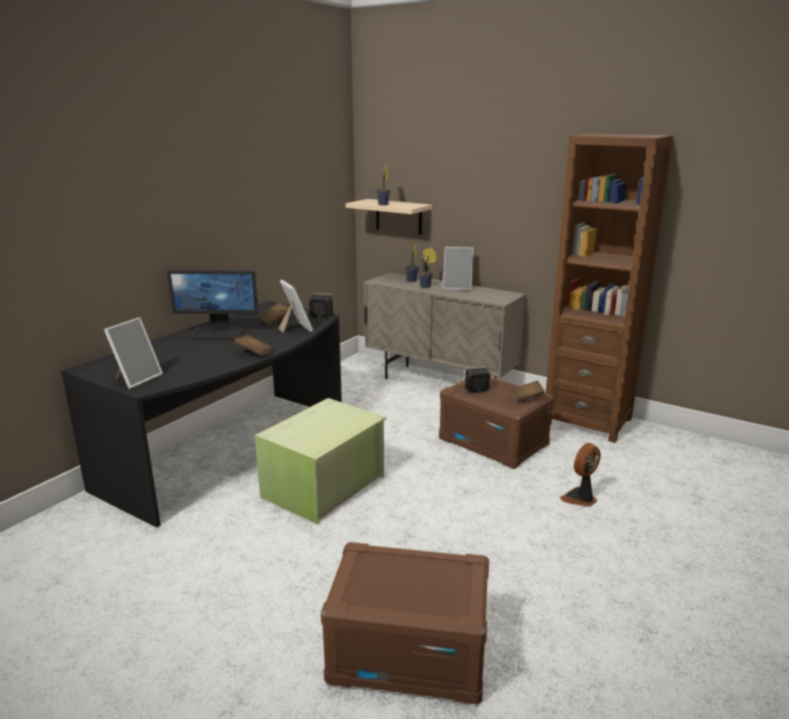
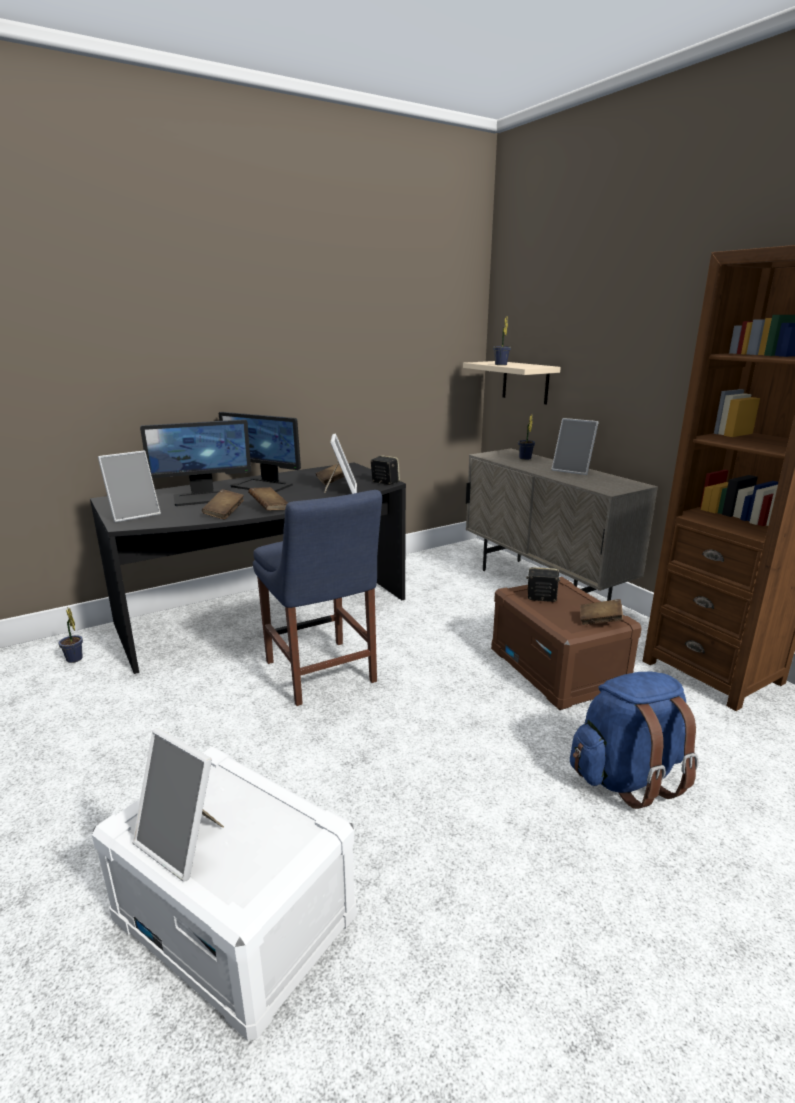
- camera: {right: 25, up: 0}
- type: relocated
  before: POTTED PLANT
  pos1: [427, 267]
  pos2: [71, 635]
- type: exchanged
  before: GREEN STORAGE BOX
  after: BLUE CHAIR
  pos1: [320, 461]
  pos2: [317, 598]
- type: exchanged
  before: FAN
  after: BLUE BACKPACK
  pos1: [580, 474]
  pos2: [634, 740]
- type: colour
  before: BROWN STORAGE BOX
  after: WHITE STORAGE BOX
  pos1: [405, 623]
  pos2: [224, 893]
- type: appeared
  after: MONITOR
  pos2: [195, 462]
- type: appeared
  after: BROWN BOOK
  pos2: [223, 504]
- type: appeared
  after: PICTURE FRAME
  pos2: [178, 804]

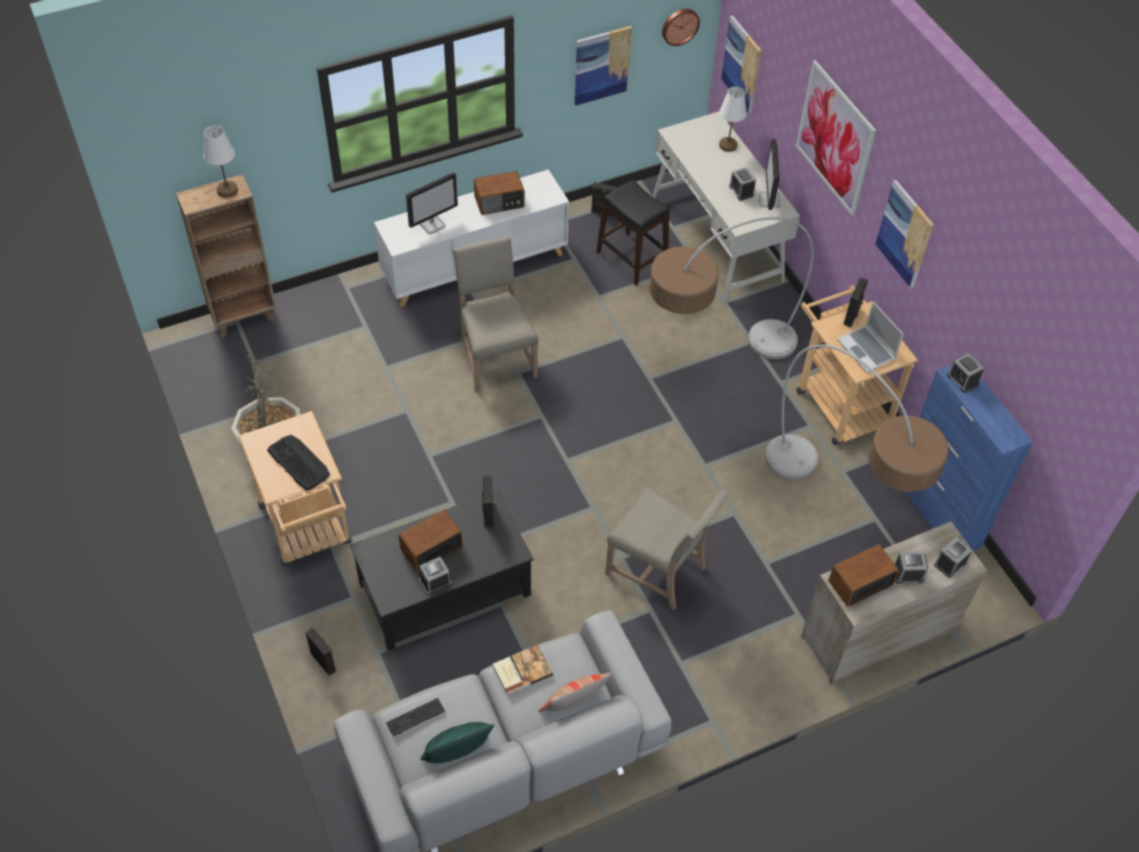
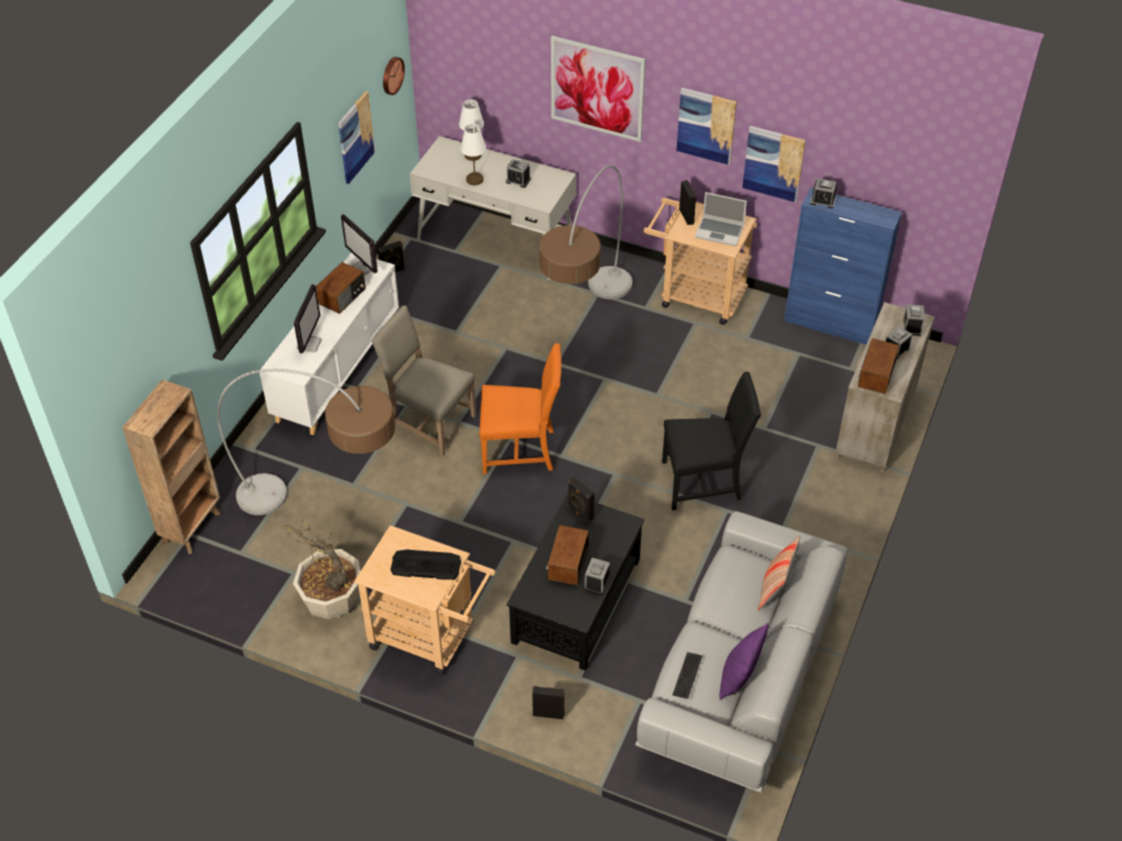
- camera: {right: -40, up: -5}
- type: relocated
  before: PICTURE
  pos1: [741, 64]
  pos2: [774, 164]
- type: relocated
  before: WHITE TABLE LAMP
  pos1: [220, 161]
  pos2: [473, 154]
- type: relocated
  before: MONITOR
  pos1: [770, 174]
  pos2: [359, 245]
- type: missing
  before: BLACK STOOL
  pos1: [633, 233]
- type: relocated
  before: FLOOR LAMP
  pos1: [857, 418]
  pos2: [306, 442]
- type: colour
  before: BEIGE CHAIR
  after: BLACK CHAIR
  pos1: [667, 548]
  pos2: [711, 441]
- type: missing
  before: BOOK
  pos1: [523, 670]
- type: colour
  before: GREEN PILLOW
  after: PURPLE PILLOW
  pos1: [457, 742]
  pos2: [744, 661]
- type: appeared
  after: ORANGE CHAIR
  pos2: [520, 408]

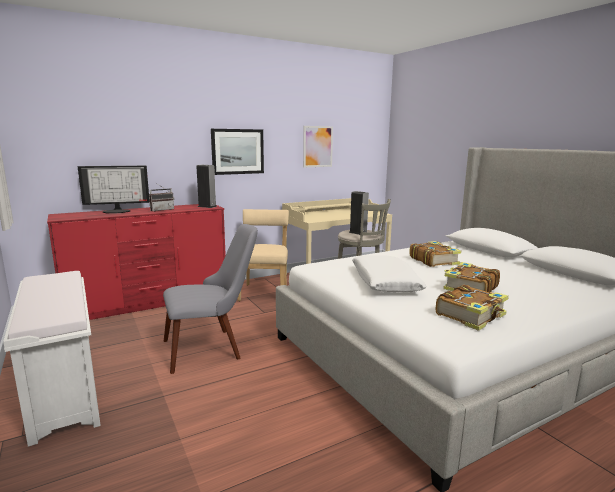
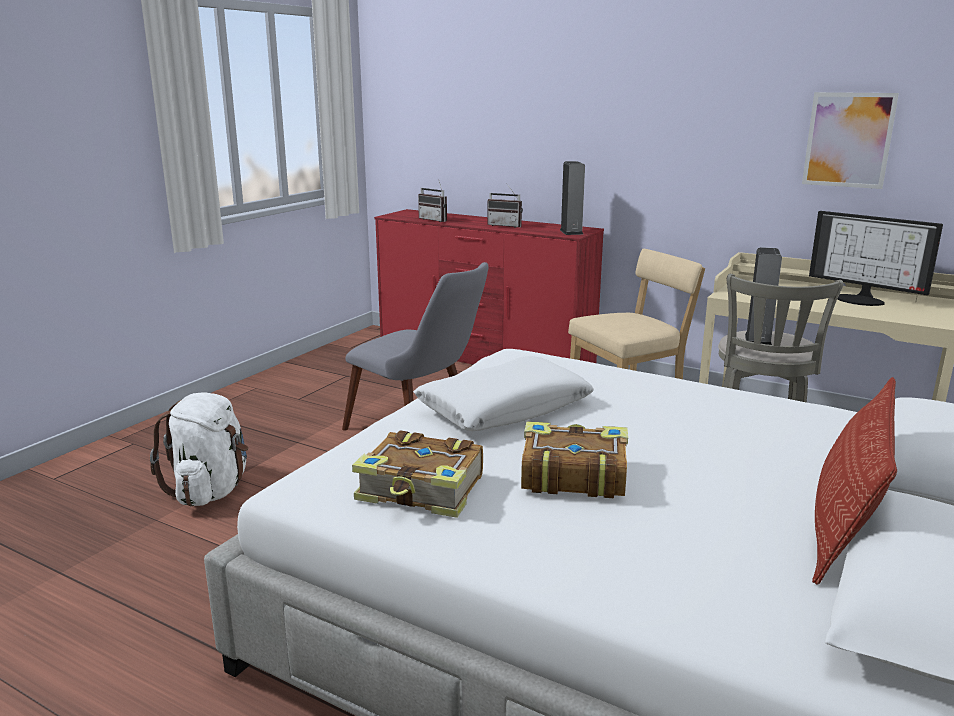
- camera: {right: 60, up: 5}
- type: missing
  before: PICTURE
  pos1: [237, 152]
- type: relocated
  before: MONITOR
  pos1: [114, 190]
  pos2: [876, 258]
- type: missing
  before: BOOK
  pos1: [435, 254]
- type: missing
  before: WHITE BENCH
  pos1: [52, 359]
- type: appeared
  after: RADIO
  pos2: [432, 200]
- type: appeared
  after: PILLOW
  pos2: [854, 481]
- type: appeared
  after: WHITE BACKPACK
  pos2: [199, 449]

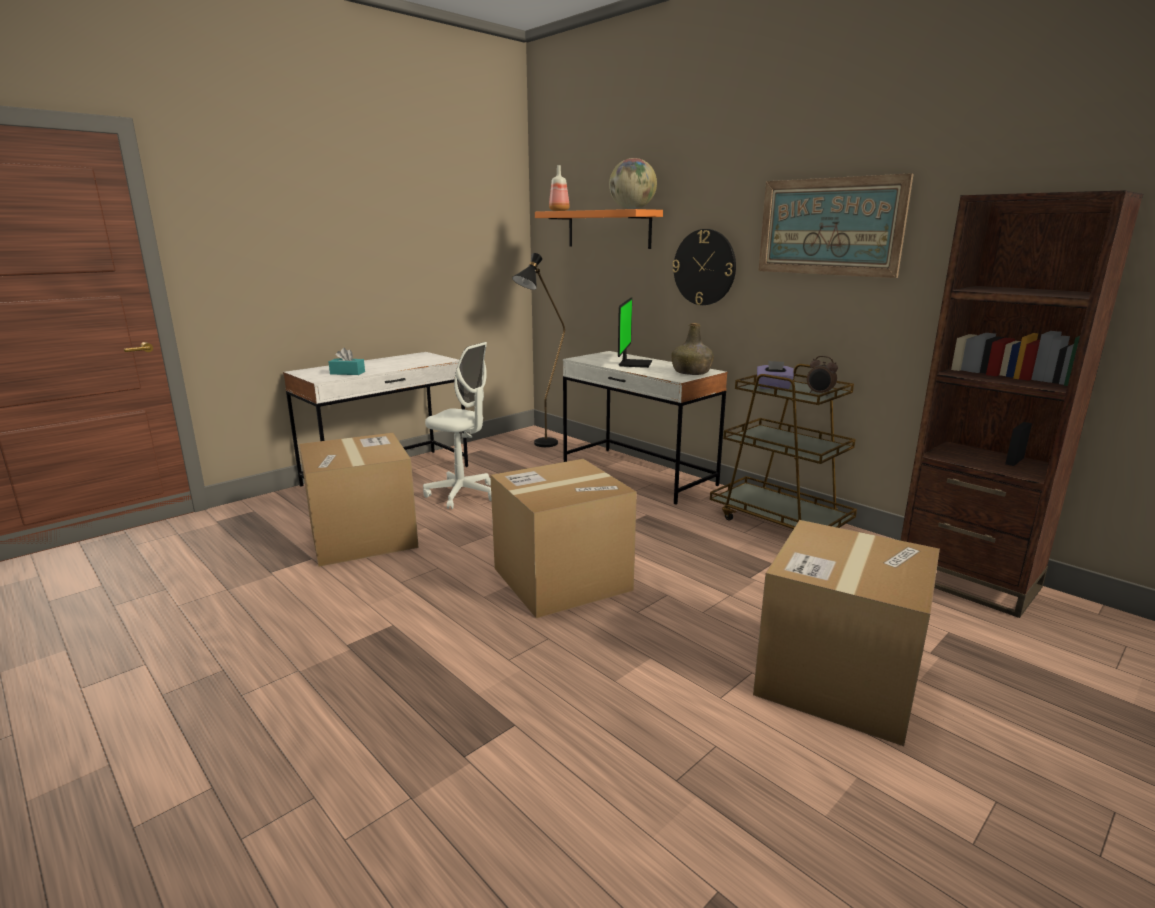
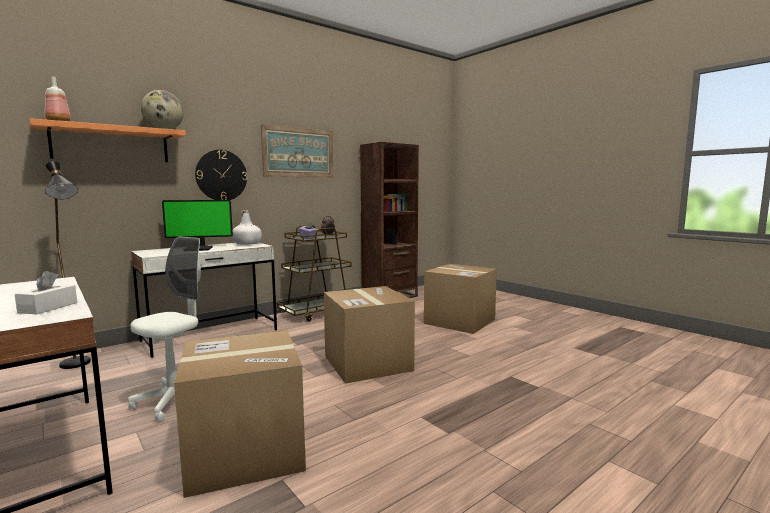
- camera: {right: -85, up: -10}
- type: spun
  before: MONITOR
  pos1: [635, 333]
  pos2: [197, 225]
  turn: 150
- type: colour
  before: GREEN BOTTLE
  after: WHITE BOTTLE
  pos1: [692, 349]
  pos2: [247, 228]
- type: colour
  before: TURQUOISE TISSUE BOX
  after: WHITE TISSUE BOX
  pos1: [347, 361]
  pos2: [46, 292]

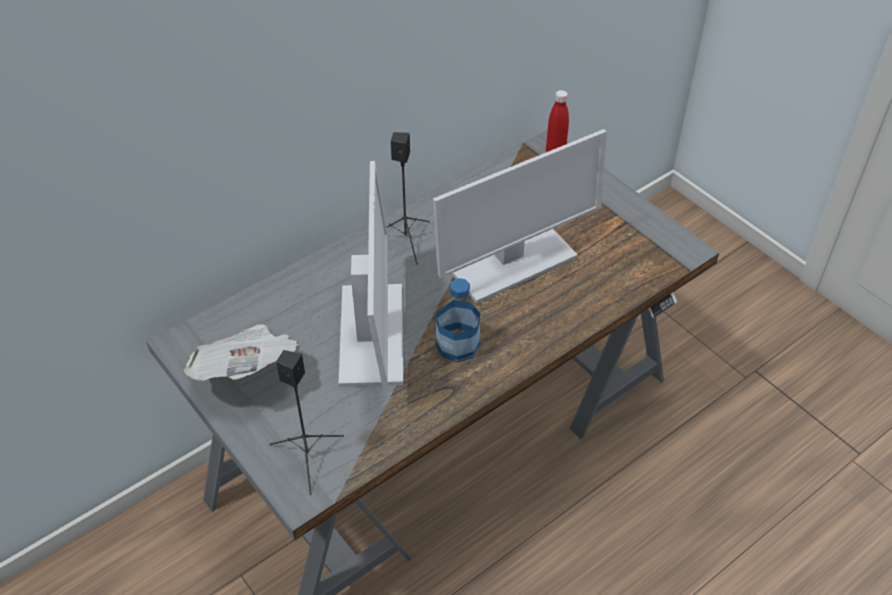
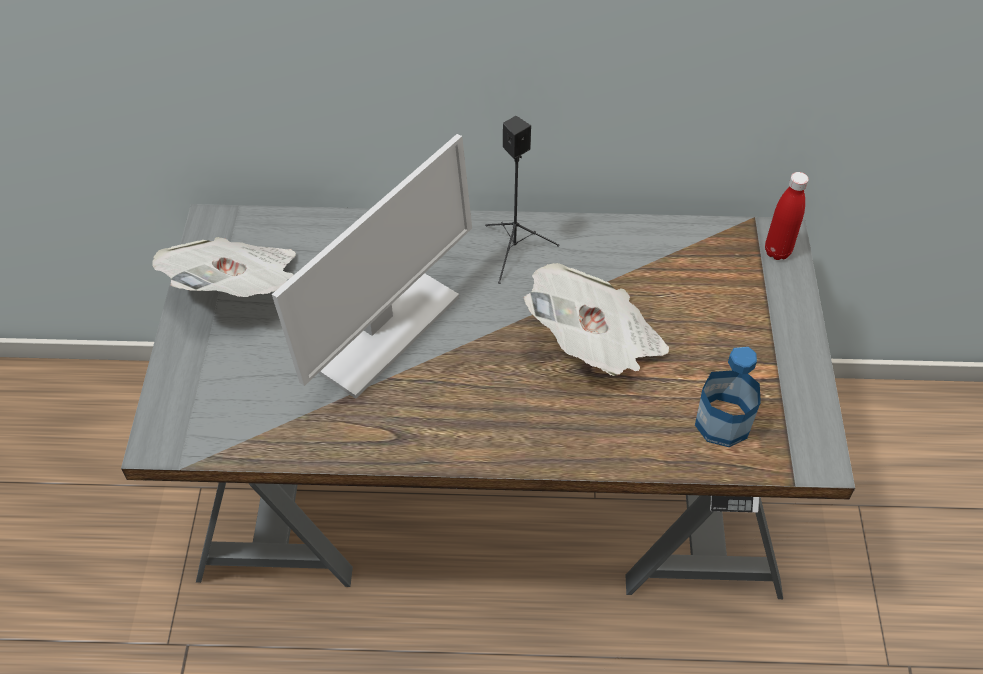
- camera: {right: 40, up: 5}
- type: exchanged
  before: MONITOR
  after: NEWSPAPER
  pos1: [520, 216]
  pos2: [596, 319]
- type: relocated
  before: BOTTLE
  pos1: [458, 320]
  pos2: [728, 397]
- type: missing
  before: BLACK SPEAKER
  pos1: [306, 422]

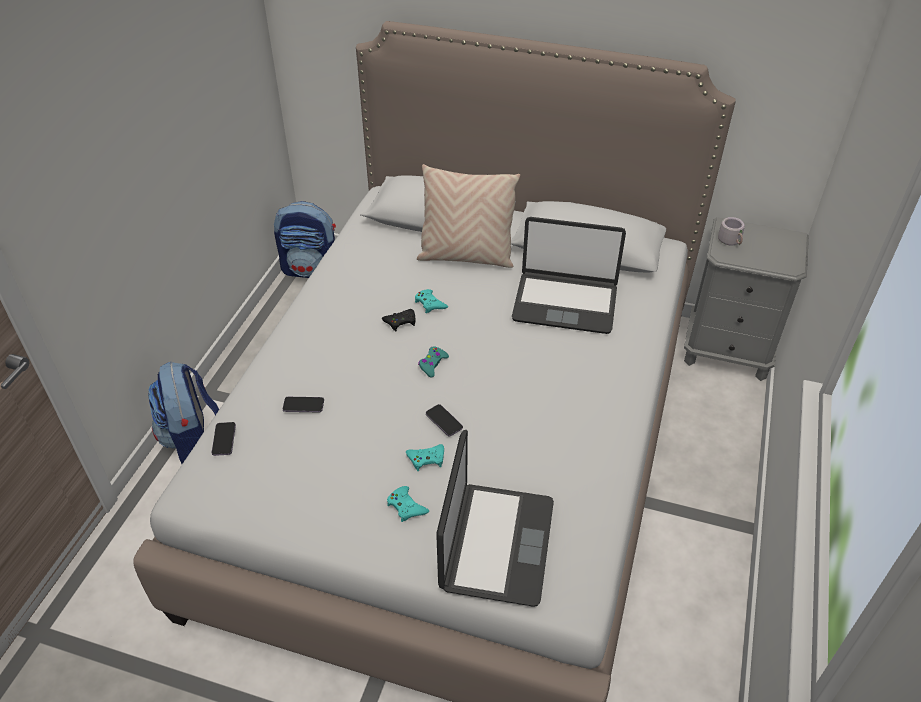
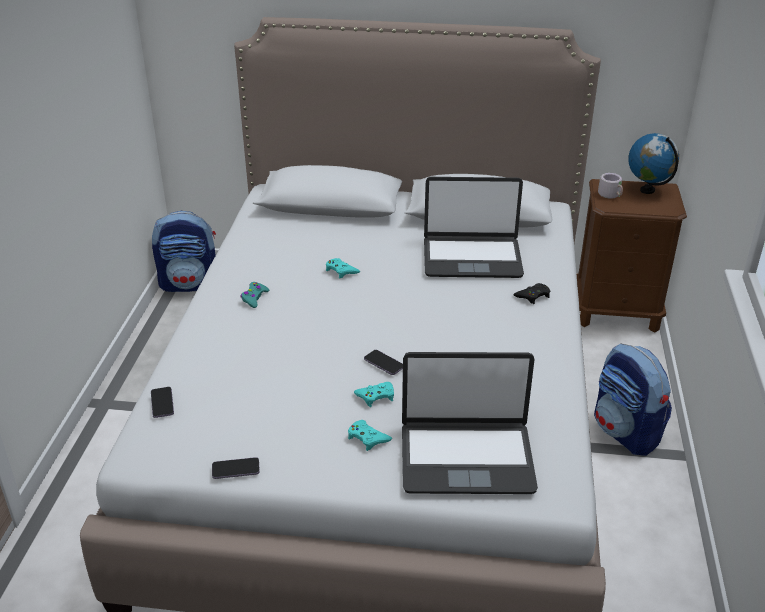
- camera: {right: -10, up: -10}
- type: missing
  before: BEIGE PILLOW
  pos1: [468, 216]
- type: colour
  before: GREY NIGHTSTAND
  after: BROWN NIGHTSTAND
  pos1: [746, 299]
  pos2: [631, 256]
- type: relocated
  before: BLACK GAME CONTROLLER
  pos1: [399, 320]
  pos2: [531, 293]
- type: relocated
  before: TURQUOISE GAME CONTROLLER
  pos1: [433, 362]
  pos2: [255, 295]
- type: relocated
  before: BACKPACK
  pos1: [183, 412]
  pos2: [633, 399]
- type: relocated
  before: PHONE
  pos1: [303, 405]
  pos2: [236, 468]
- type: spun
  before: LAPTOP
  pos1: [495, 518]
  pos2: [470, 423]
  turn: 90
- type: appeared
  after: GLOBE
  pos2: [653, 163]

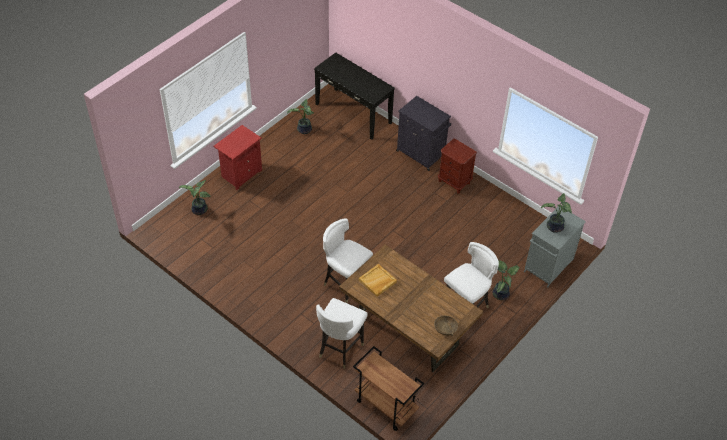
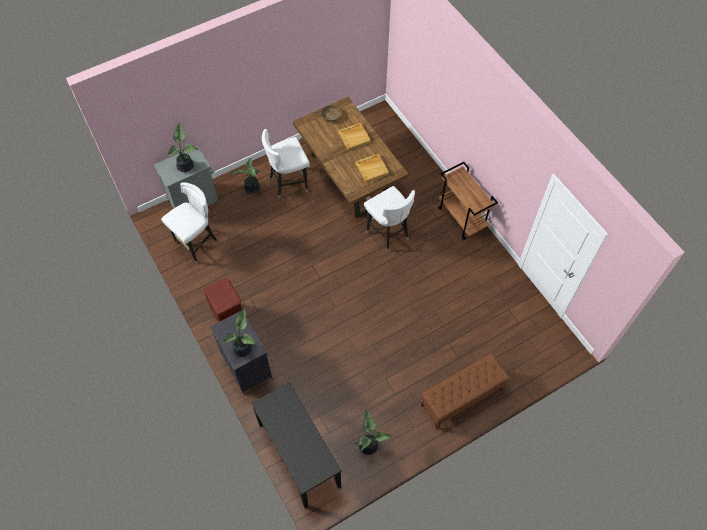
- camera: {right: -160, up: 10}
- type: exchanged
  before: RED NIGHTSTAND
  after: BROWN BENCH
  pos1: [237, 157]
  pos2: [465, 391]
- type: relocated
  before: POTTED PLANT
  pos1: [195, 197]
  pos2: [239, 332]
- type: relocated
  before: WHITE CHAIR
  pos1: [342, 333]
  pos2: [190, 223]
- type: relocated
  before: BROWN CART
  pos1: [388, 388]
  pos2: [468, 201]
- type: appeared
  after: BEIGE TRAY
  pos2: [354, 136]

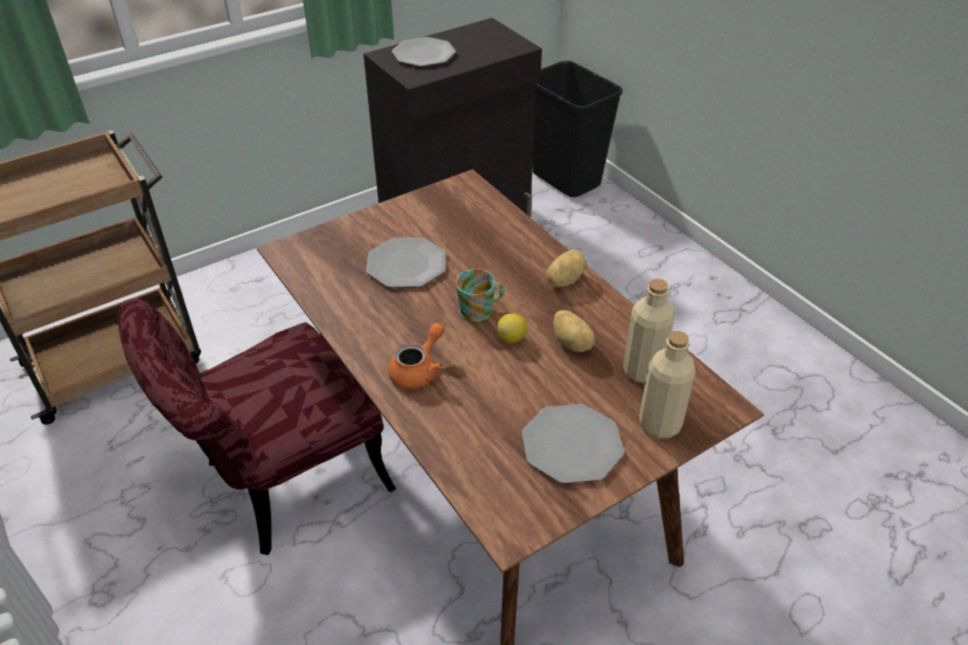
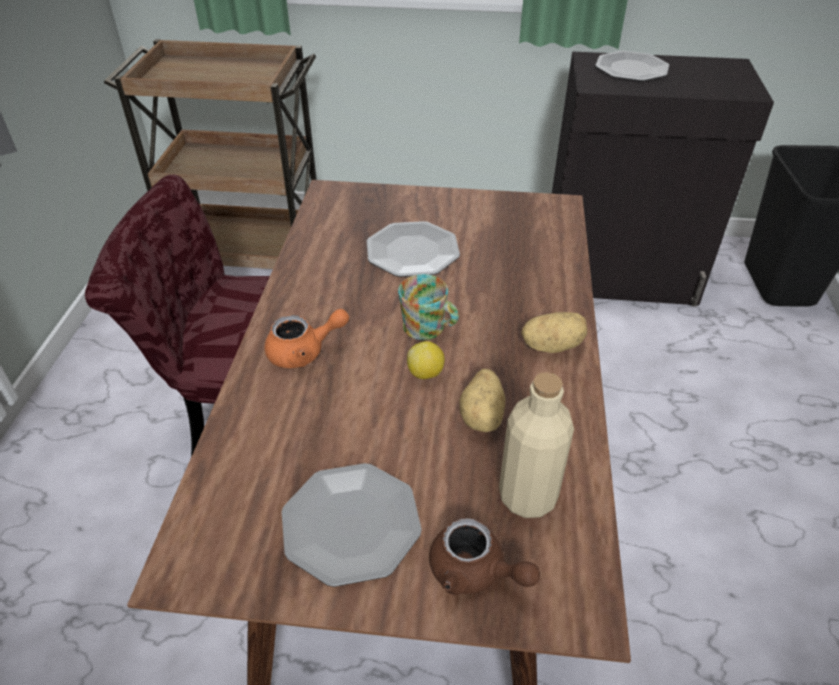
- camera: {right: 40, up: 0}
- type: exchanged
  before: BEIGE BOTTLE
  after: BROWN TEAPOT
  pos1: [667, 384]
  pos2: [484, 556]

